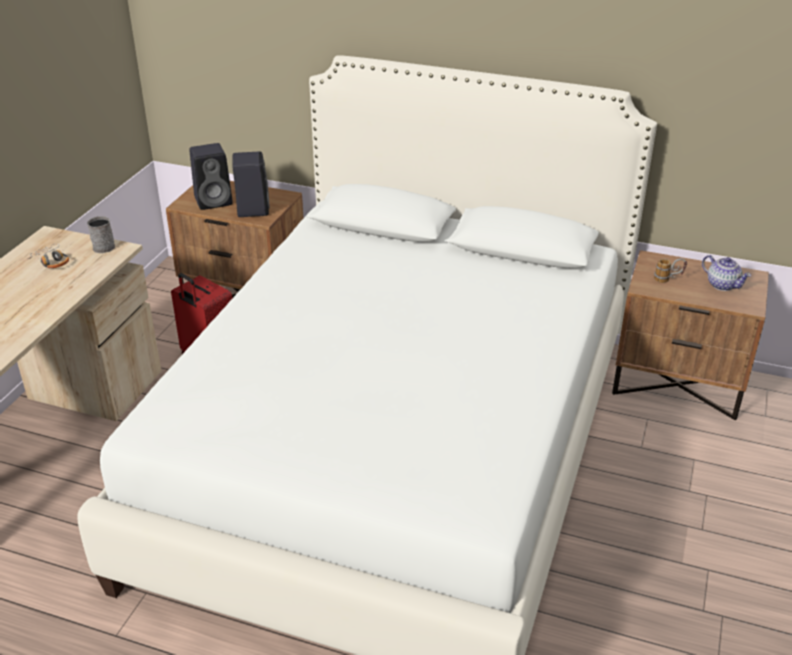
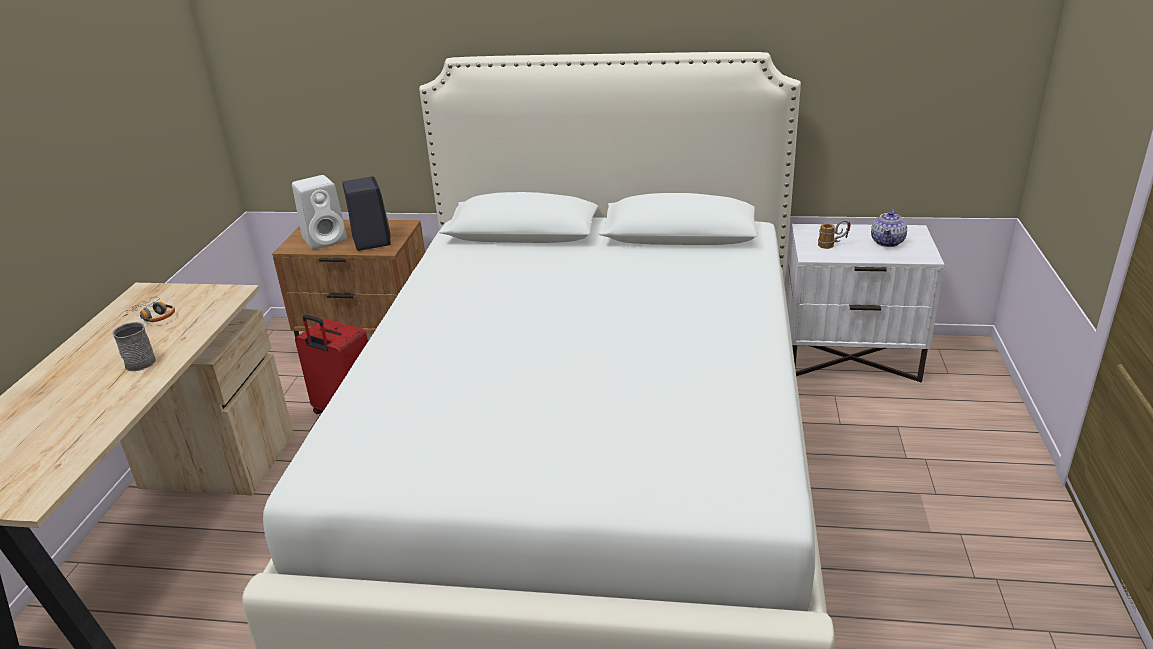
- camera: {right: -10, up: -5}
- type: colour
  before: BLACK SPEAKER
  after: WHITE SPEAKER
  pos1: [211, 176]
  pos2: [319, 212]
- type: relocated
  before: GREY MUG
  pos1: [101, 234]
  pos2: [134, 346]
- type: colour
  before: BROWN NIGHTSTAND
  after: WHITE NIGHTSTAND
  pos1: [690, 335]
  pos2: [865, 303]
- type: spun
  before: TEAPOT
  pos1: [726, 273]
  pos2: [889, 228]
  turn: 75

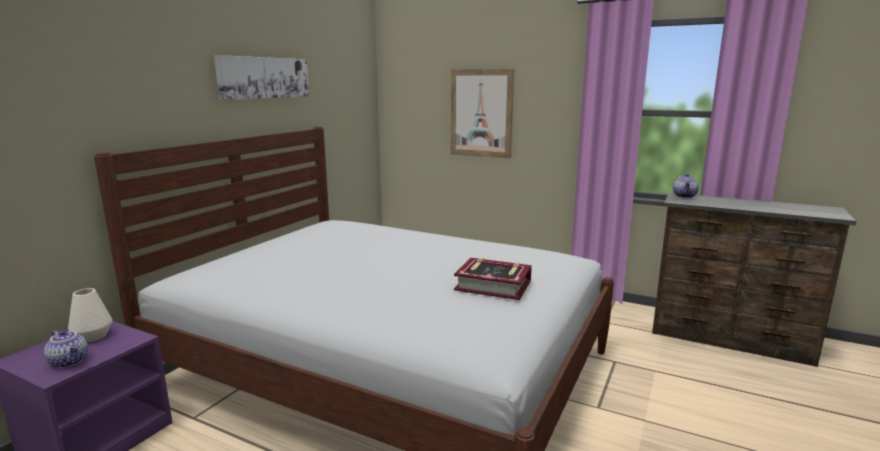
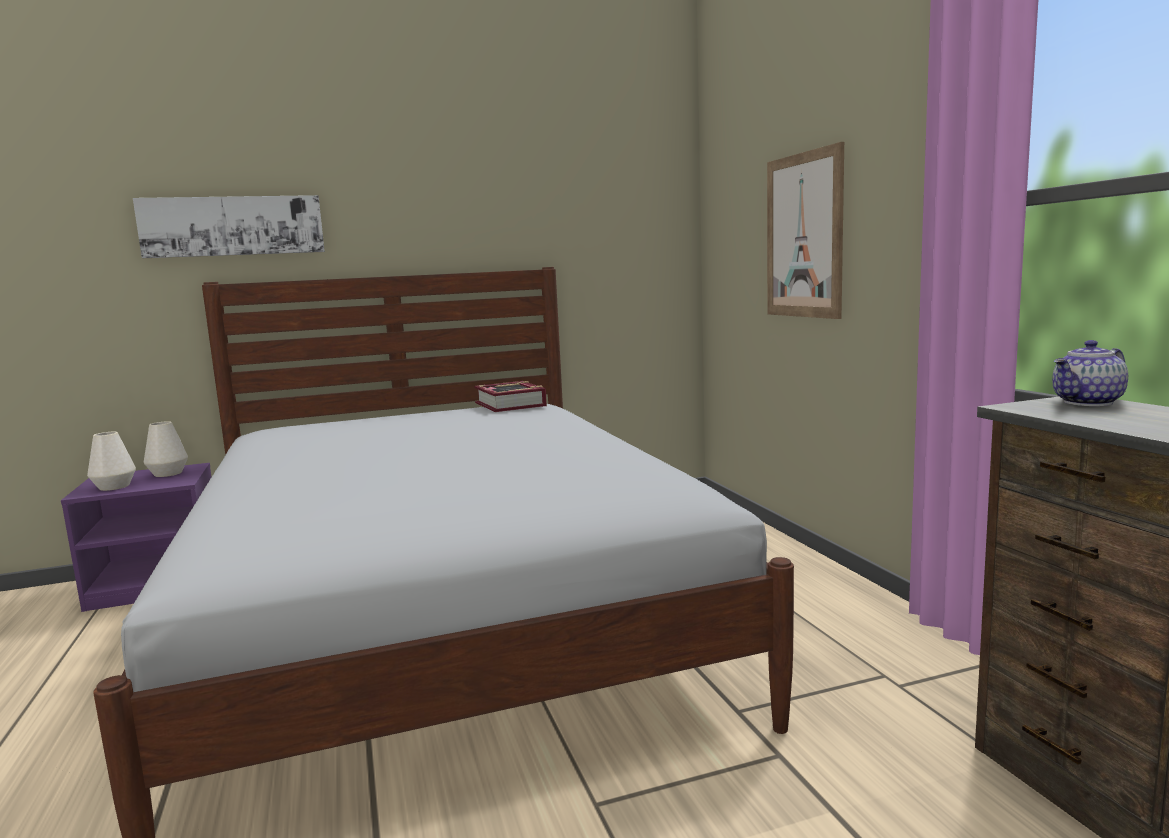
- camera: {right: 45, up: -5}
- type: relocated
  before: PICTURE
  pos1: [261, 77]
  pos2: [229, 226]
- type: relocated
  before: BOOK
  pos1: [493, 279]
  pos2: [510, 396]
- type: exchanged
  before: TEAPOT
  after: WHITE VASE
  pos1: [66, 349]
  pos2: [111, 461]

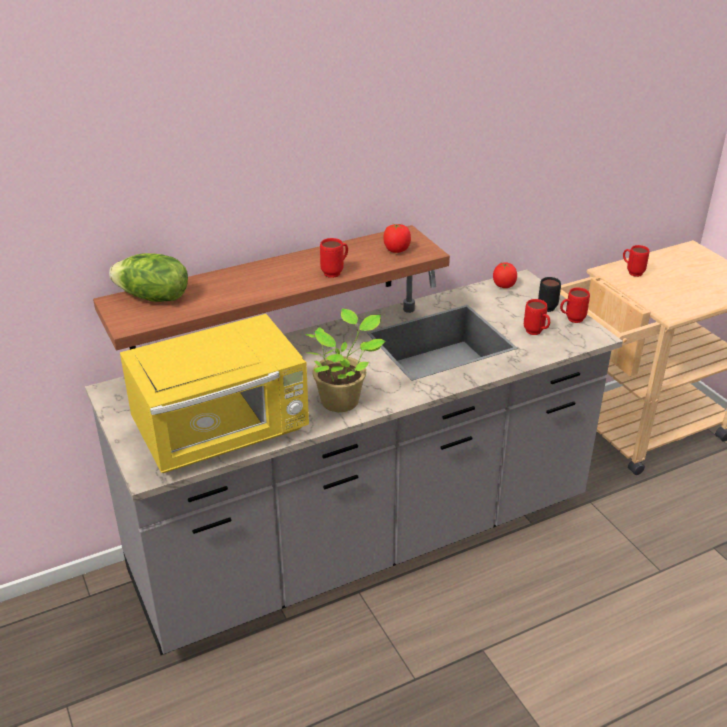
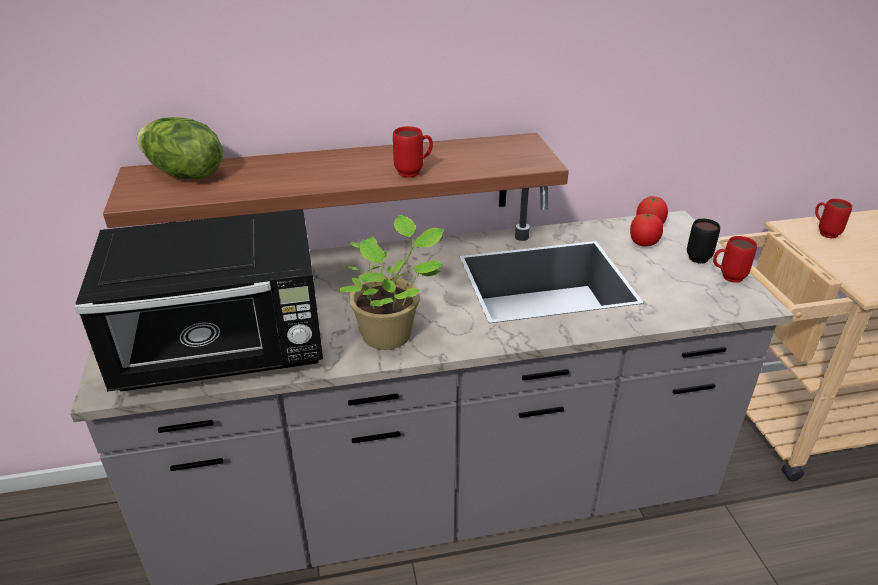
- camera: {right: 15, up: 0}
- type: relocated
  before: TOMATO
  pos1: [397, 238]
  pos2: [646, 229]
- type: missing
  before: RED MUG
  pos1: [537, 317]
- type: colour
  before: YELLOW MICROWAVE
  after: BLACK MICROWAVE
  pos1: [214, 393]
  pos2: [199, 300]

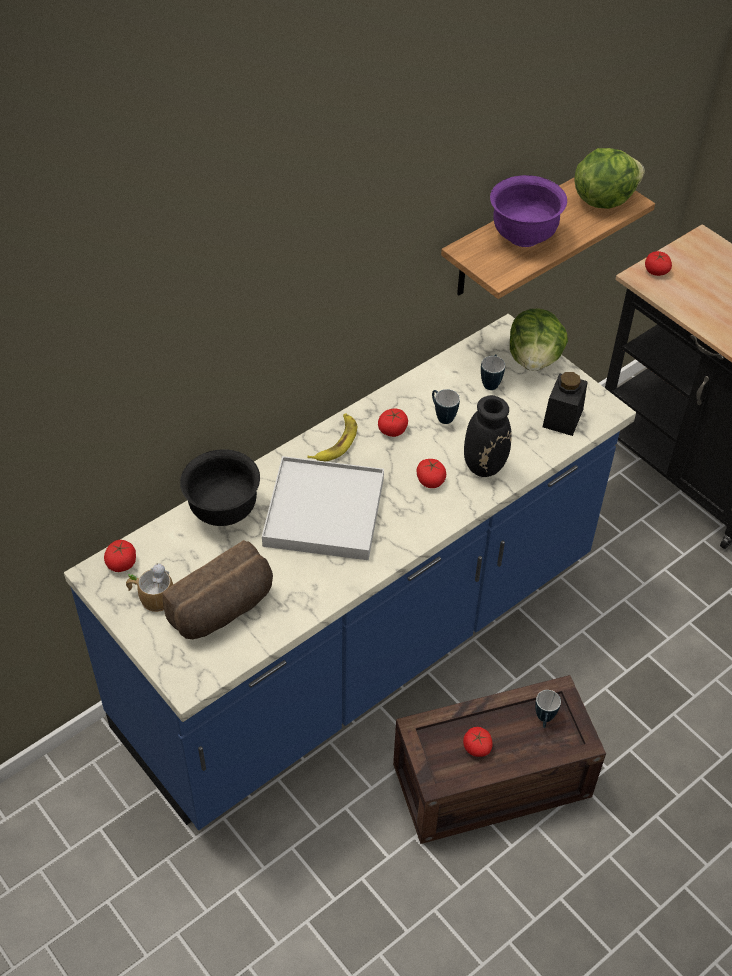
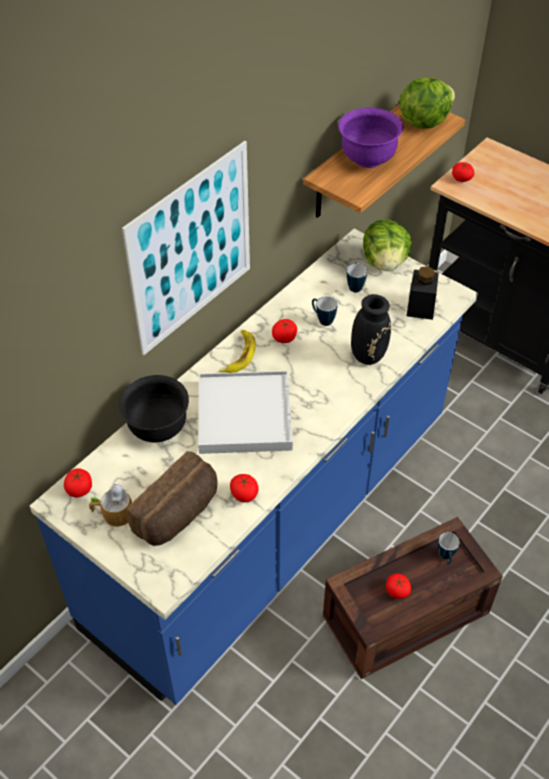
- camera: {right: -10, up: 0}
- type: relocated
  before: TOMATO
  pos1: [431, 473]
  pos2: [244, 488]
- type: appeared
  after: PICTURE
  pos2: [186, 248]

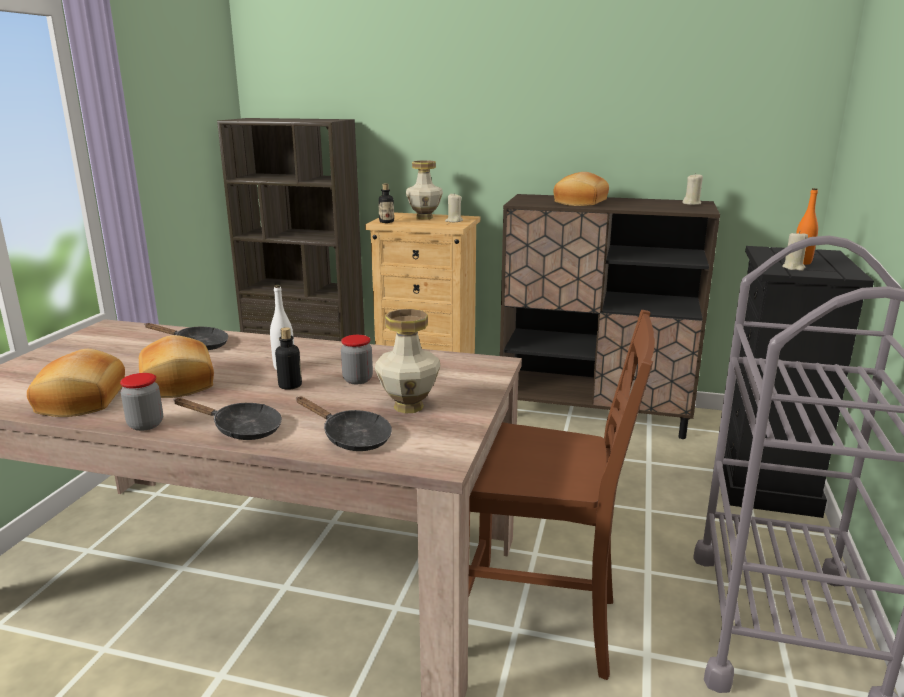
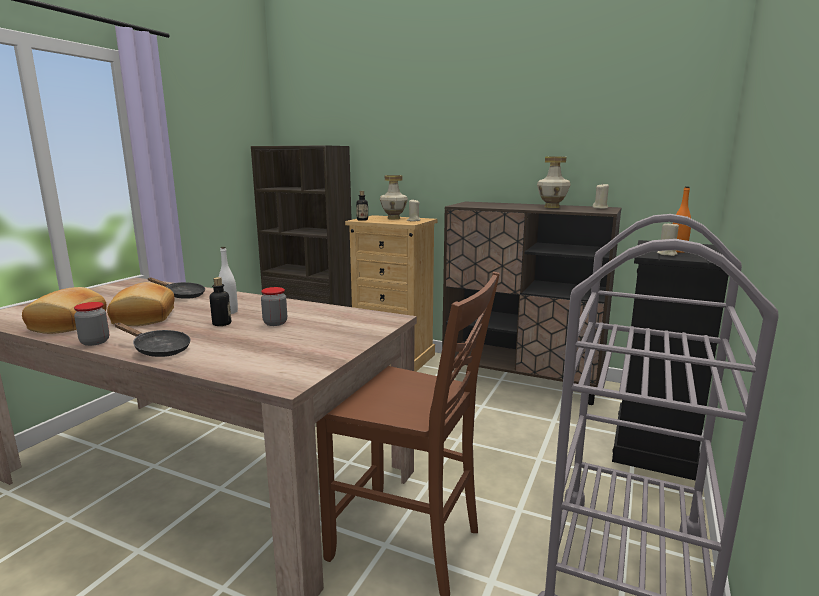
- camera: {right: 10, up: -5}
- type: missing
  before: BREAD
  pos1: [581, 189]
- type: relocated
  before: VASE
  pos1: [408, 361]
  pos2: [553, 182]
- type: missing
  before: BLACK FRYING PAN
  pos1: [344, 423]

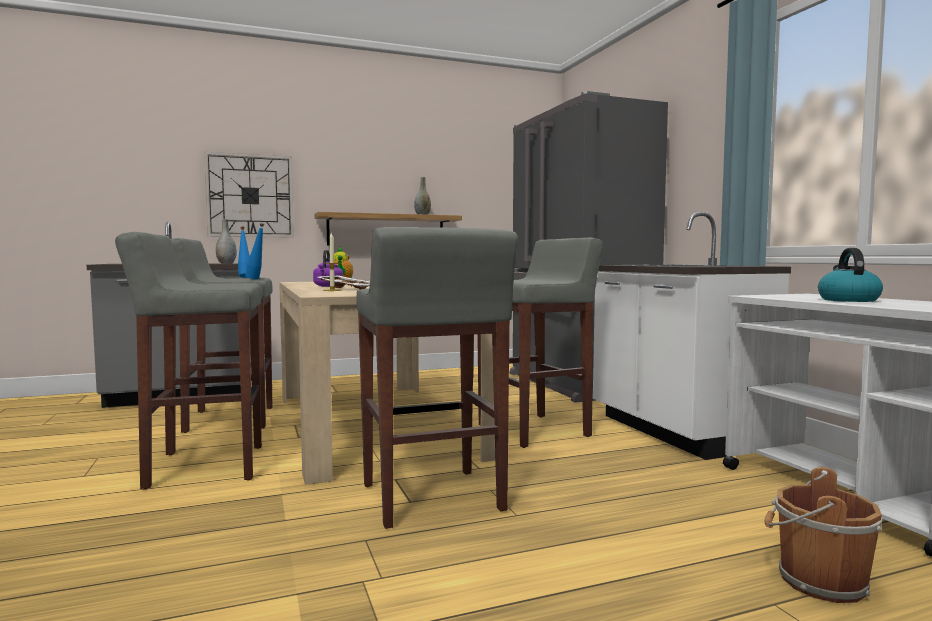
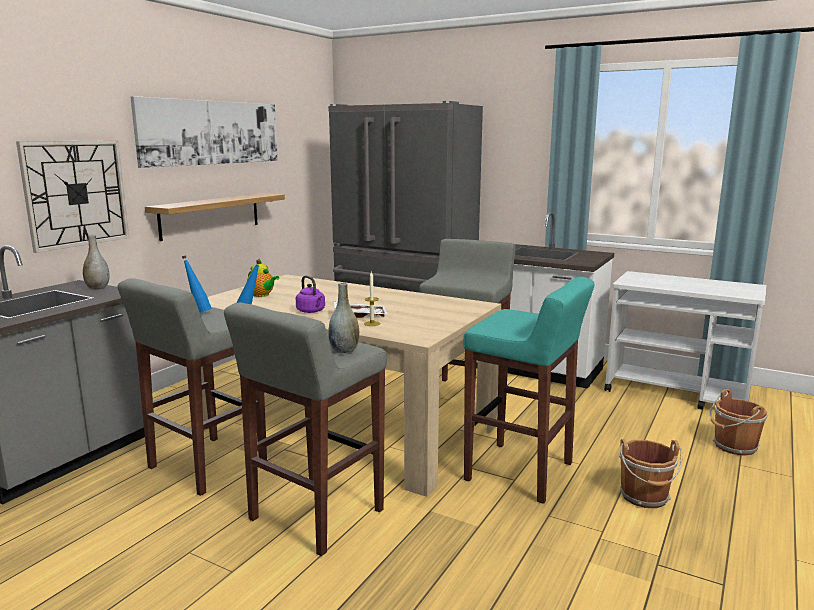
- camera: {right: -40, up: 10}
- type: relocated
  before: GREY VASE
  pos1: [422, 196]
  pos2: [343, 318]
- type: colour
  before: GREY STOOL
  after: TURQUOISE STOOL
  pos1: [437, 378]
  pos2: [529, 390]
- type: missing
  before: KETTLE
  pos1: [850, 275]
- type: appeared
  after: PICTURE
  pos2: [204, 132]
- type: appeared
  after: BROWN BUCKET
  pos2: [650, 473]

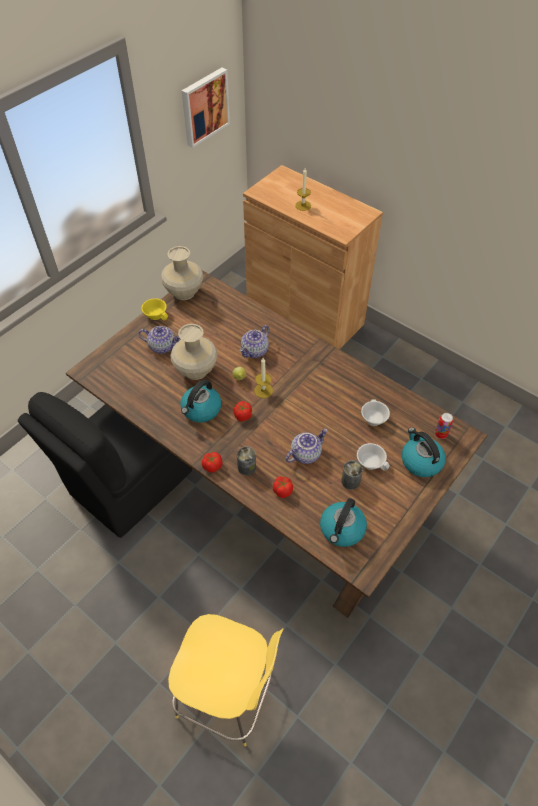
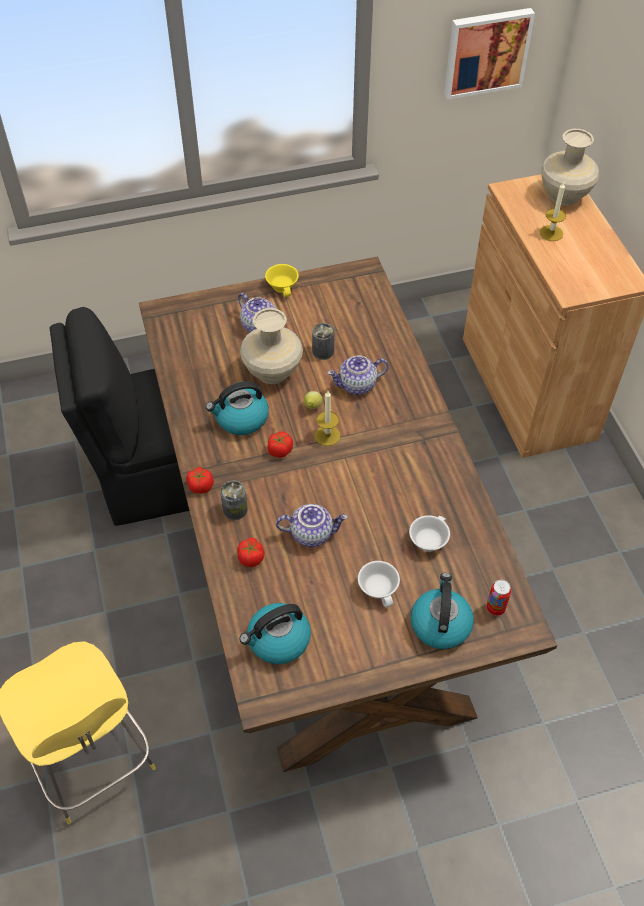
- camera: {right: 35, up: 0}
- type: relocated
  before: BEIGE VASE
  pos1: [182, 273]
  pos2: [570, 167]
- type: relocated
  before: CAN
  pos1: [352, 475]
  pos2: [323, 341]

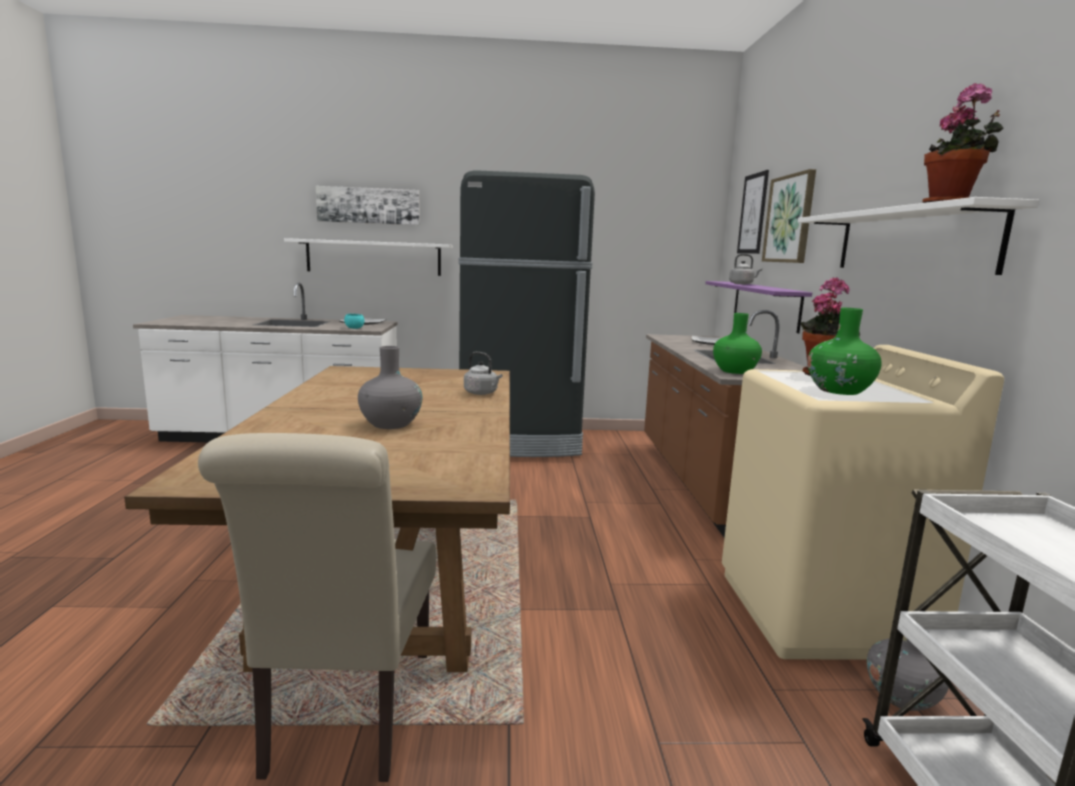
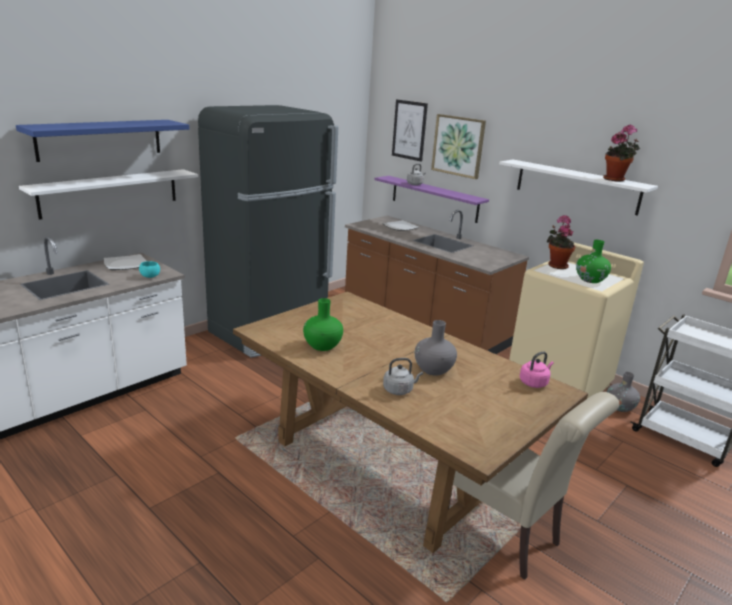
- camera: {right: -45, up: 10}
- type: exchanged
  before: PICTURE
  after: BLUE SHELF
  pos1: [368, 205]
  pos2: [102, 141]
- type: relocated
  before: GREEN VASE
  pos1: [737, 343]
  pos2: [323, 324]
- type: relocated
  before: GREY KETTLE
  pos1: [483, 373]
  pos2: [403, 376]
- type: appeared
  after: PINK KETTLE
  pos2: [537, 369]

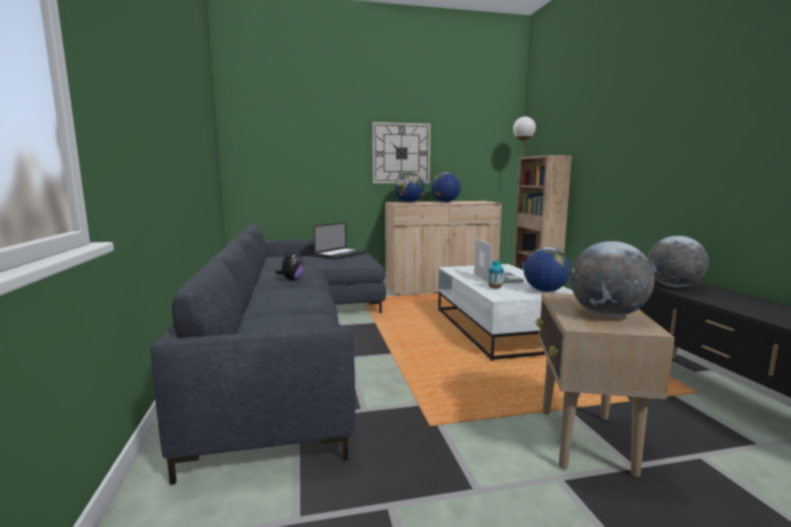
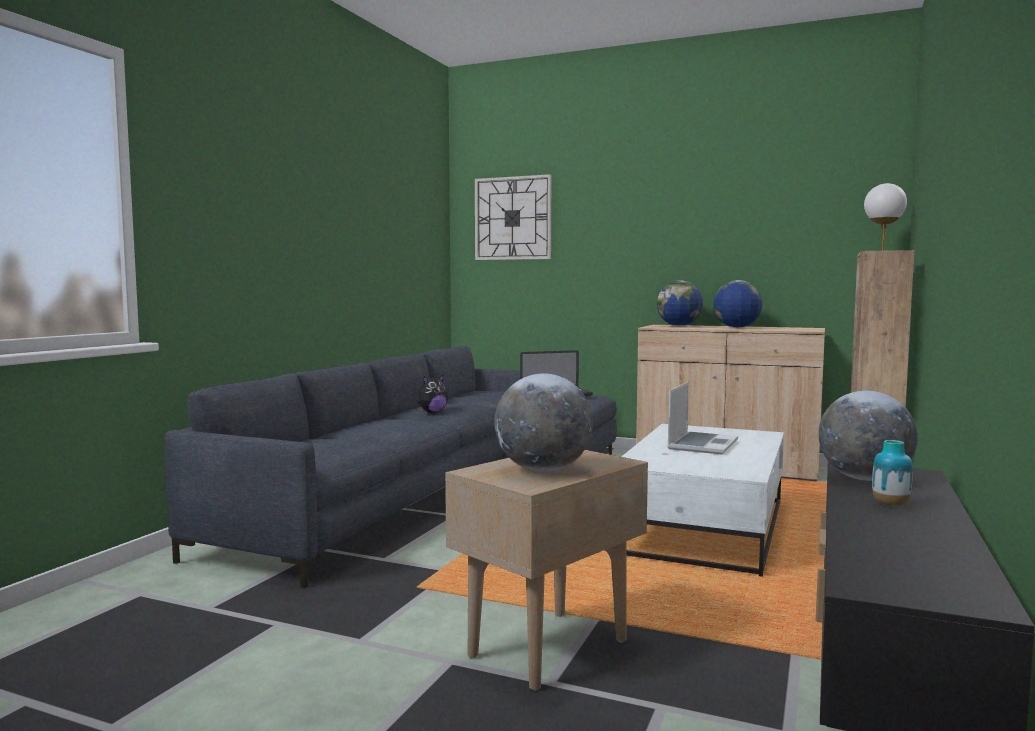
- camera: {right: 35, up: -5}
- type: relocated
  before: WALL CLOCK
  pos1: [401, 152]
  pos2: [513, 217]
- type: missing
  before: GLOBE
  pos1: [547, 269]
- type: relocated
  before: VASE
  pos1: [496, 274]
  pos2: [892, 473]

